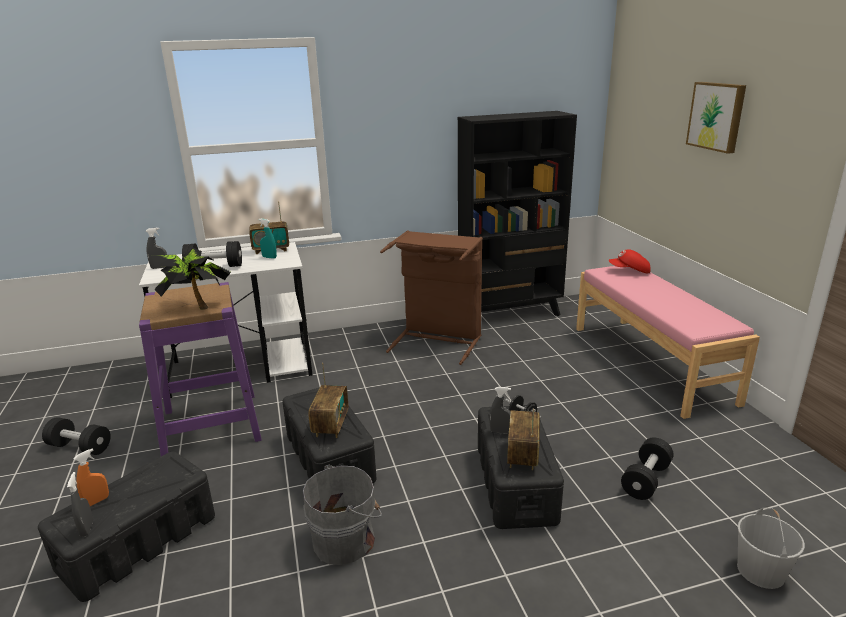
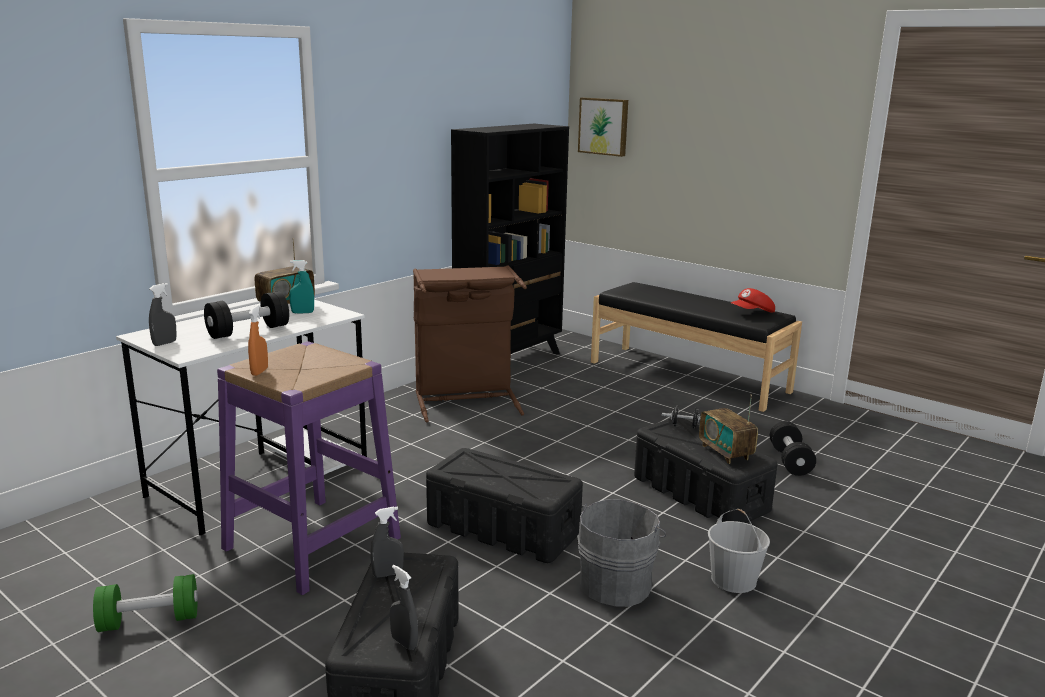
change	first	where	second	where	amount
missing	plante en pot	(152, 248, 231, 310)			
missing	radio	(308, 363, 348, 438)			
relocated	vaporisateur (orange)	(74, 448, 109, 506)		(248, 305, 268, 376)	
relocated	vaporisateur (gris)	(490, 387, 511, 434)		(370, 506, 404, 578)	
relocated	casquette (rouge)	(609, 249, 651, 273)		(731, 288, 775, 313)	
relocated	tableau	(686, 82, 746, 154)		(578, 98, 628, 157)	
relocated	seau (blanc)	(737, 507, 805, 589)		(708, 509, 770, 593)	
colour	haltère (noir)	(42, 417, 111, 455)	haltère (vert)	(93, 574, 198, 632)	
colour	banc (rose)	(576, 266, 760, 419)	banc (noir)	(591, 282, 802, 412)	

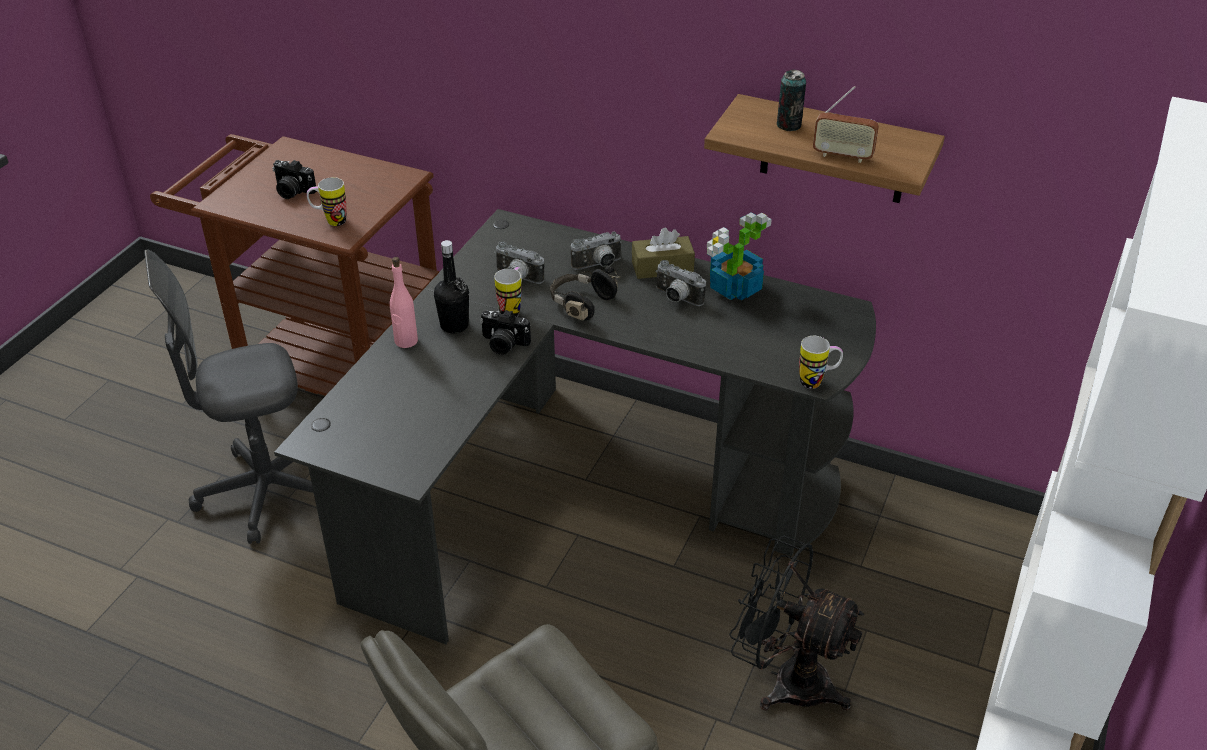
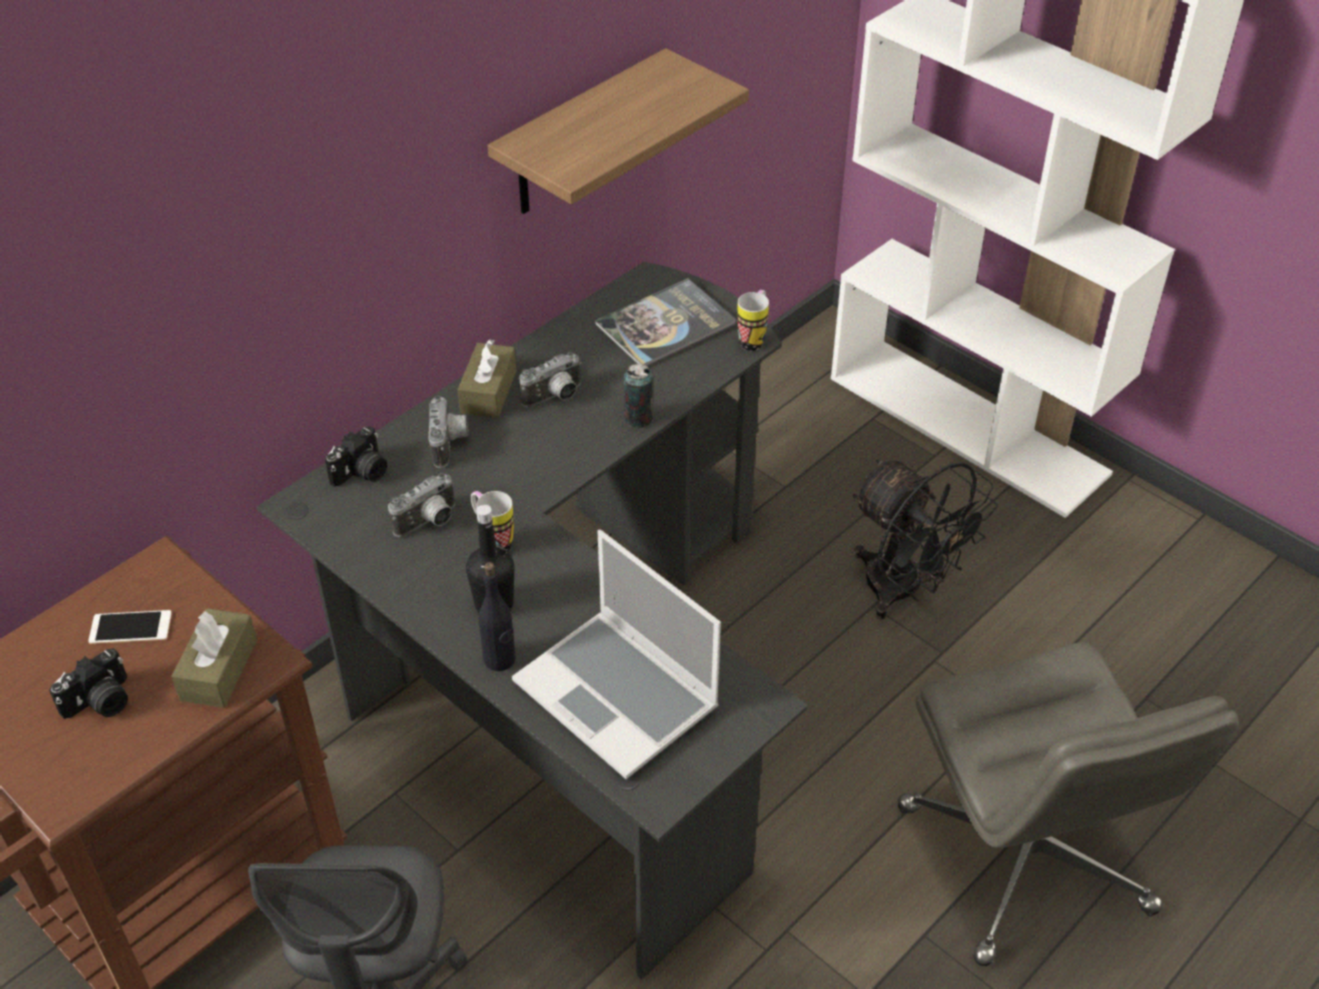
change	first	where	second	where	amount
missing	casque audio (noir)	(550, 266, 620, 321)			
missing	plante en pot	(707, 213, 772, 300)			
missing	radio	(813, 86, 879, 163)			
appeared			téléphone	(88, 610, 172, 644)	
appeared			ordinateur portable	(512, 529, 721, 779)	
appeared			livre	(595, 278, 736, 367)	
relocated	appareil photo	(480, 310, 531, 355)		(325, 426, 387, 487)	
relocated	boîte métallique	(777, 70, 806, 131)		(624, 364, 653, 428)	
exchanged	mug	(307, 177, 346, 226)	boîte à mouchoirs (marron)	(171, 608, 257, 708)	
colour	bouteille (rose)	(390, 257, 418, 348)	bouteille (noir)	(479, 562, 516, 671)	
spun	ventilateur (noir)	(729, 536, 864, 711)		(853, 460, 998, 620)	90 degrees counterclockwise

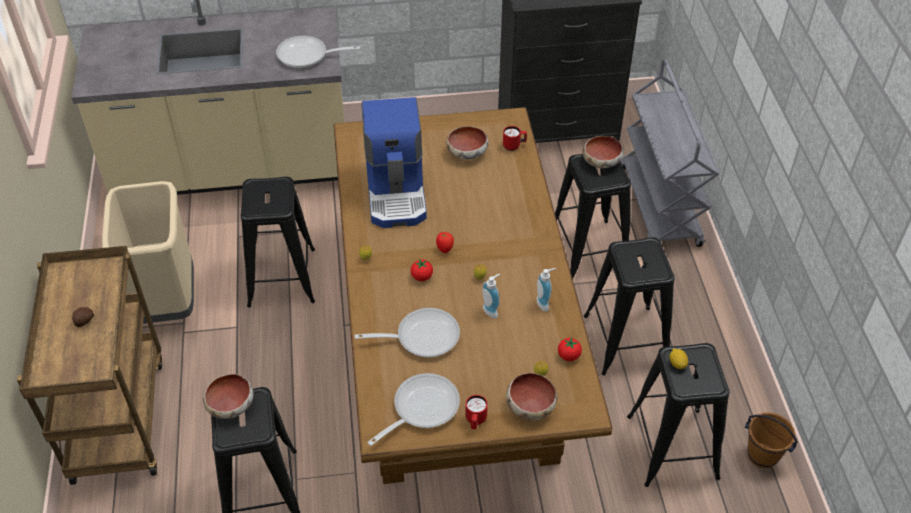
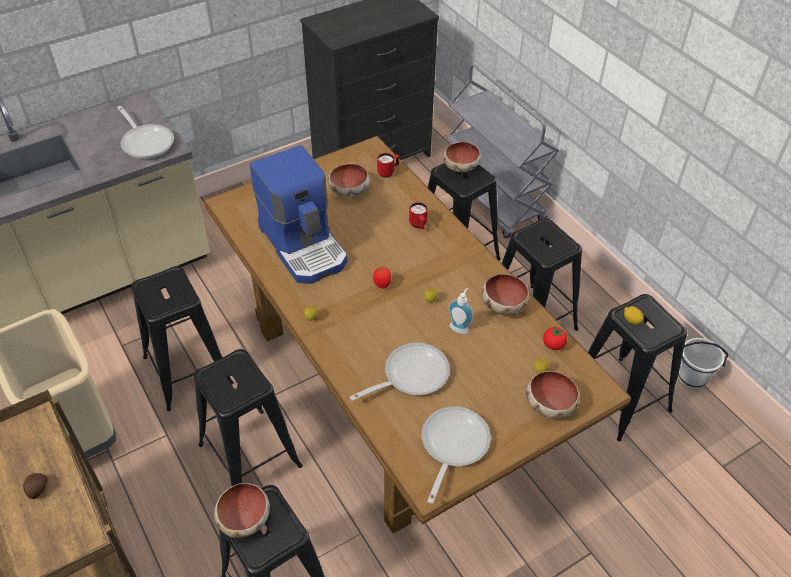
change	first	where	second	where	amount
missing	tomate	(411, 259, 433, 281)			
appeared			tabouret (noir)	(194, 349, 302, 486)	
relocated	mug (rouge)	(466, 395, 488, 429)		(409, 202, 428, 229)	
exchanged	distributeur de savon	(537, 268, 556, 312)	bol	(482, 274, 529, 315)	
colour	seau (marron)	(745, 412, 798, 468)	seau (blanc)	(678, 338, 728, 389)	
spun	poêle	(276, 36, 360, 69)		(117, 106, 174, 159)	105 degrees counterclockwise

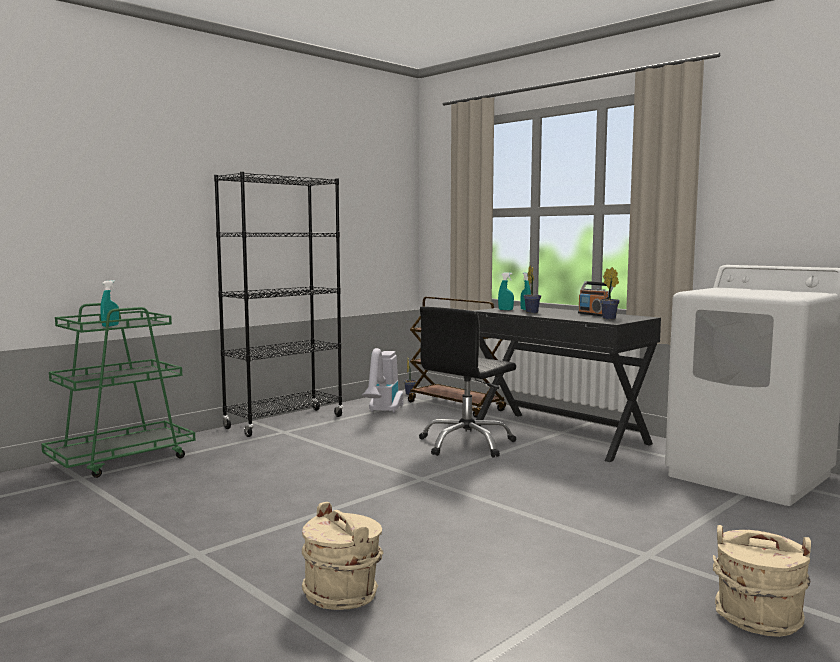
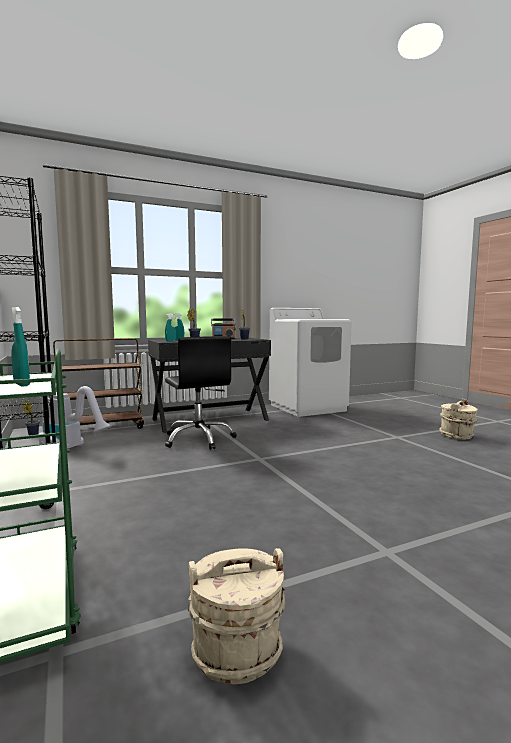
change	first	where	second	where	amount
relocated	seau (beige)	(302, 502, 383, 610)		(187, 548, 286, 684)	

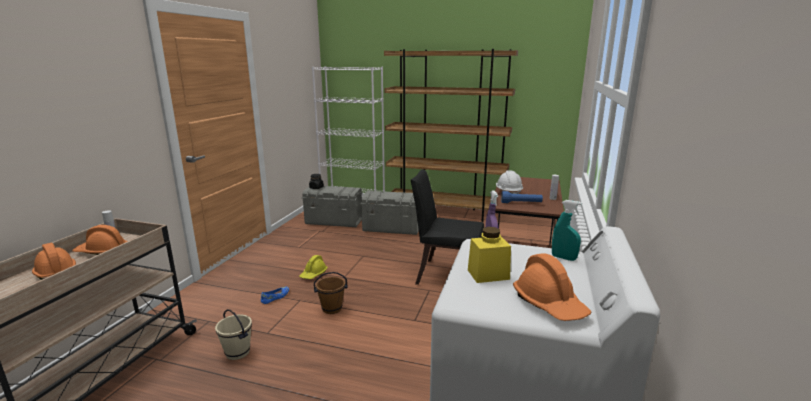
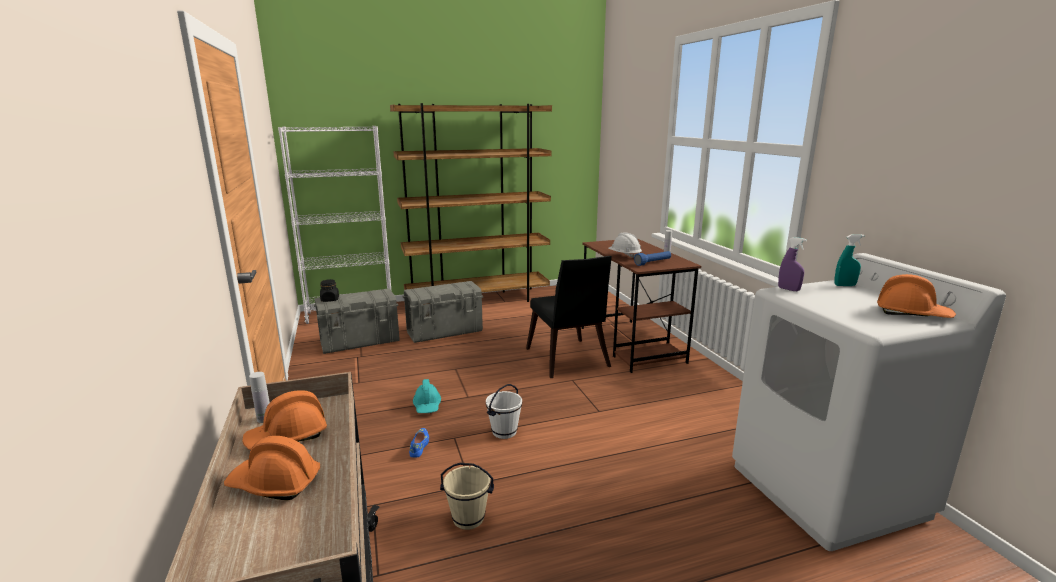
change	first	where	second	where	amount
missing	bocal (jaune)	(468, 227, 511, 283)			
colour	casque de chantier (jaune)	(299, 255, 328, 279)	casque de chantier (turquoise)	(413, 379, 441, 413)	
colour	seau (marron)	(314, 272, 347, 314)	seau (blanc)	(486, 384, 522, 439)	
spun	chaise (noir)	(411, 169, 484, 285)		(526, 256, 612, 378)	90 degrees counterclockwise

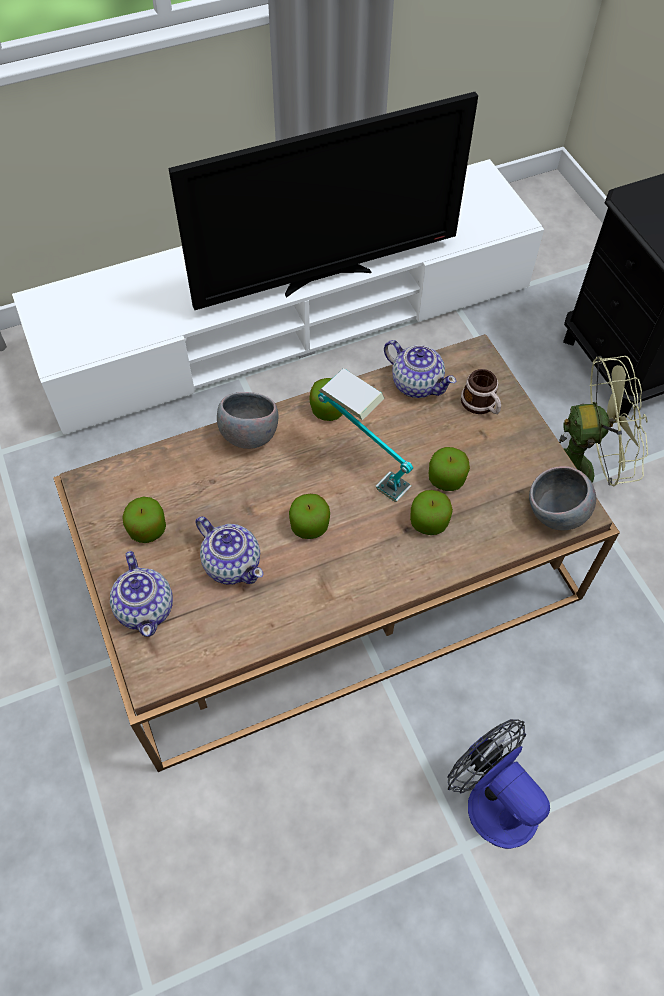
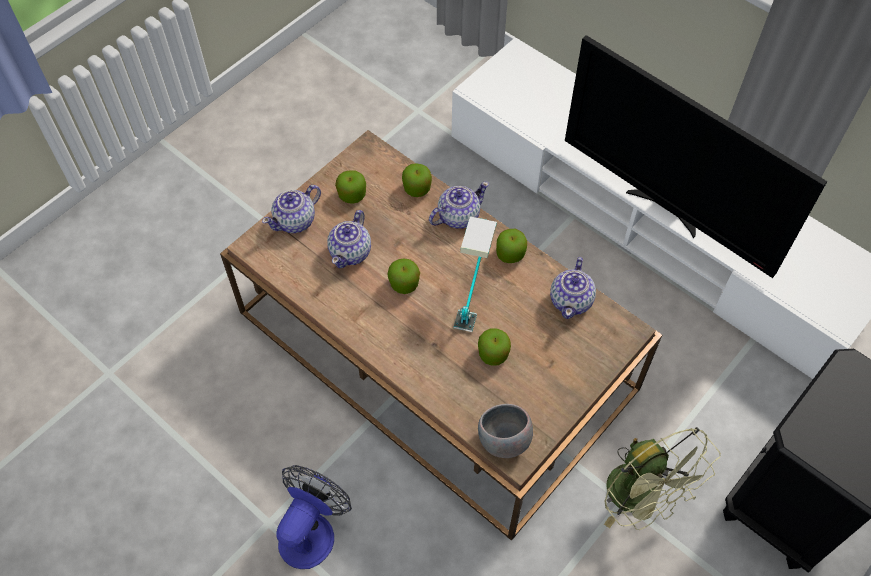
change	first	where	second	where	amount
missing	mug	(461, 369, 501, 414)			
relocated	pomme	(410, 490, 453, 535)		(402, 163, 432, 197)	
exchanged	bol (gris)	(217, 392, 279, 449)	théière	(429, 182, 489, 229)	

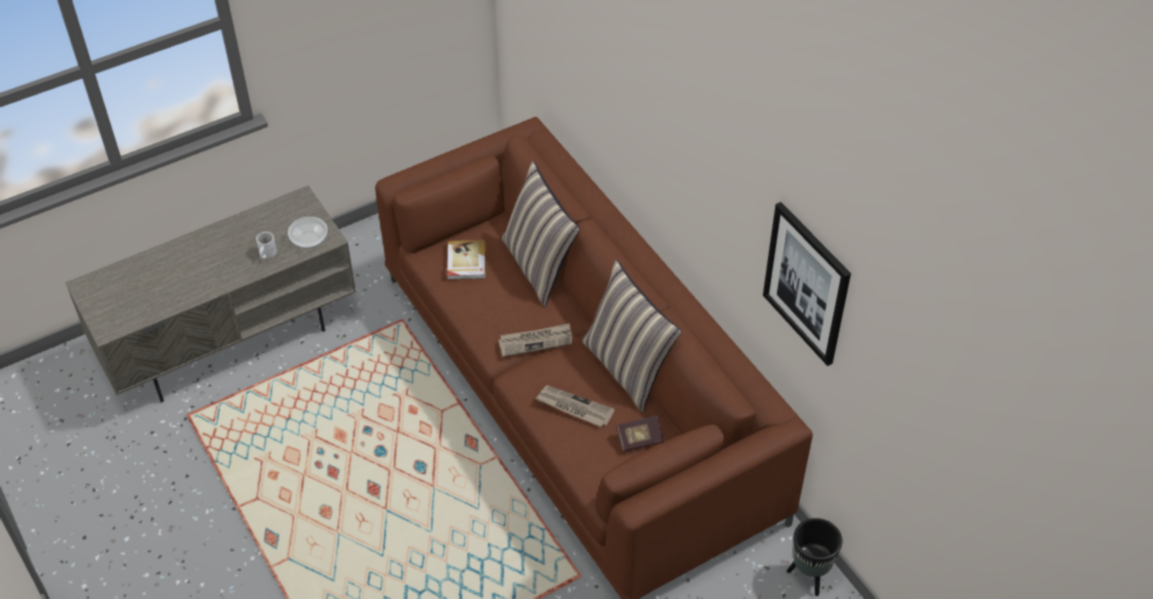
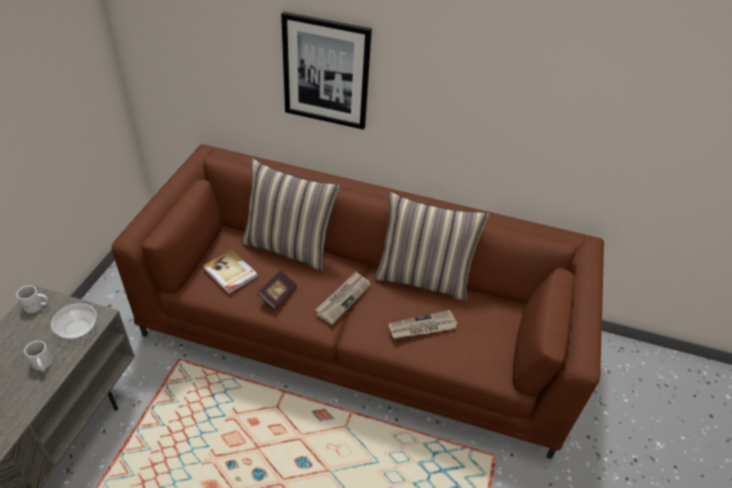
change	first	where	second	where	amount
missing	cache-pot (noir)	(787, 518, 842, 596)			
appeared			mug (blanc)	(17, 286, 49, 313)	
relocated	livre	(616, 416, 664, 452)		(257, 270, 297, 309)	
relocated	tableau	(763, 202, 851, 366)		(281, 12, 372, 130)	

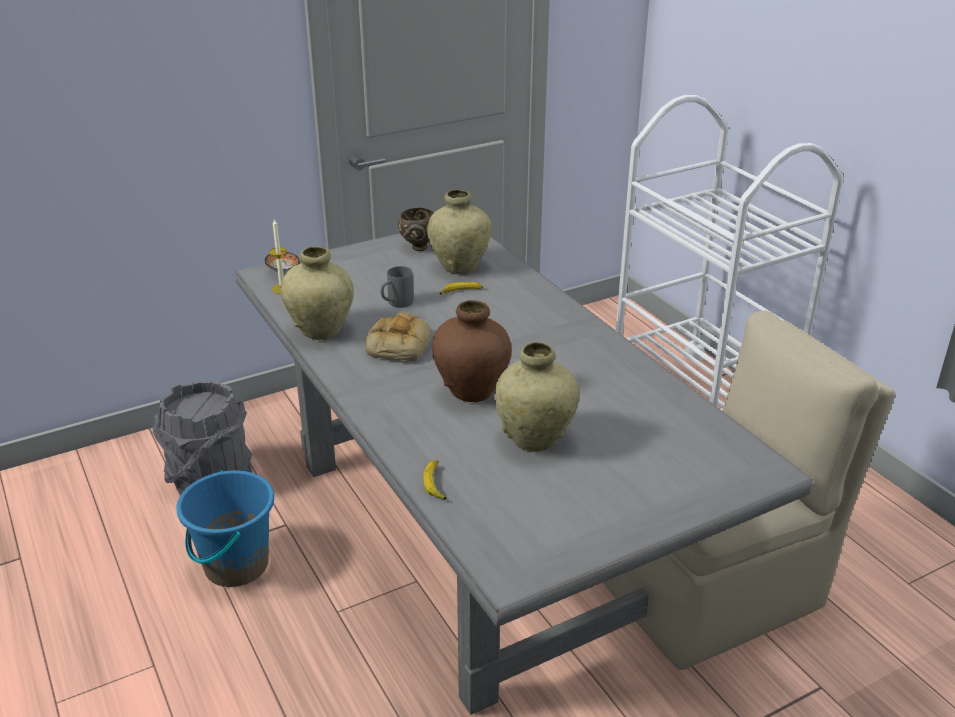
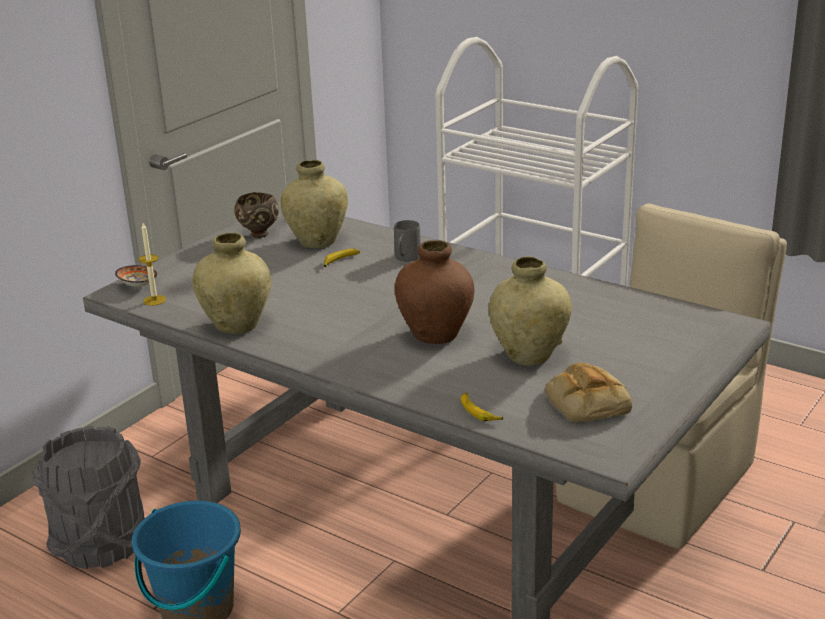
change	first	where	second	where	amount
relocated	pain	(365, 313, 431, 361)		(545, 363, 632, 422)	
relocated	mug (gris)	(381, 266, 414, 308)		(394, 220, 421, 262)	

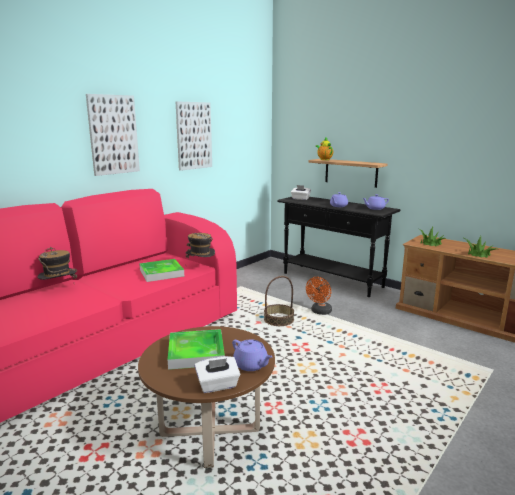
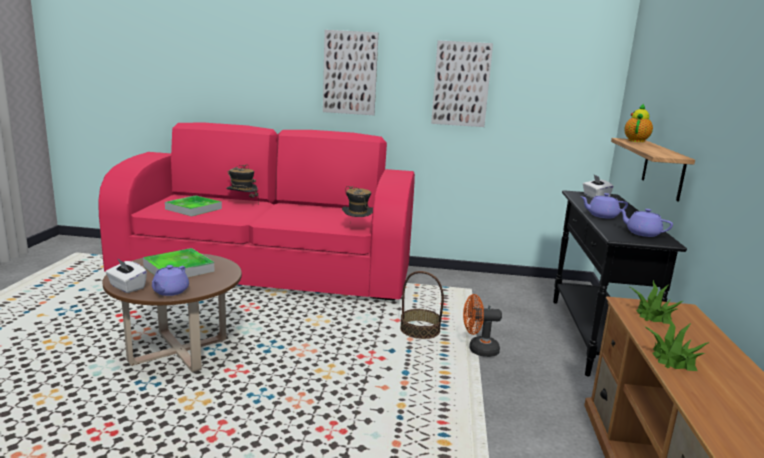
change	first	where	second	where	amount
relocated	plateau	(139, 259, 184, 282)		(165, 195, 222, 216)	

